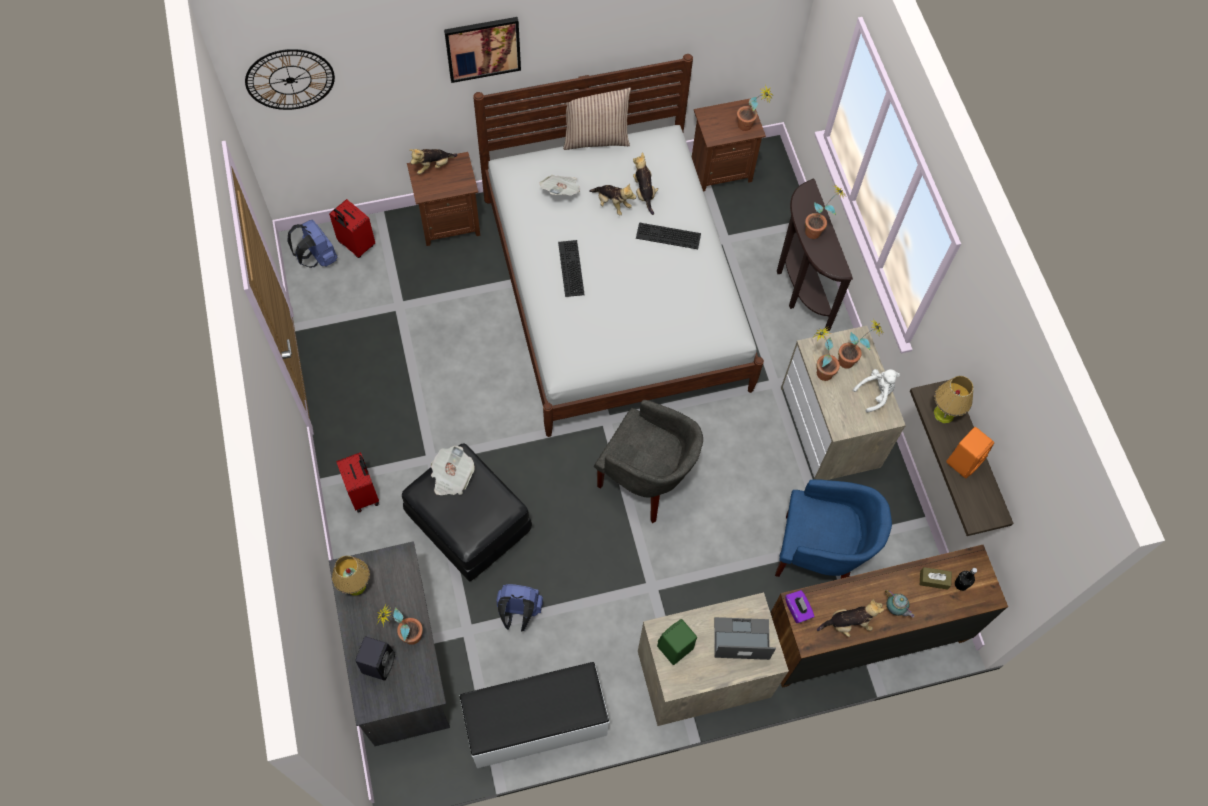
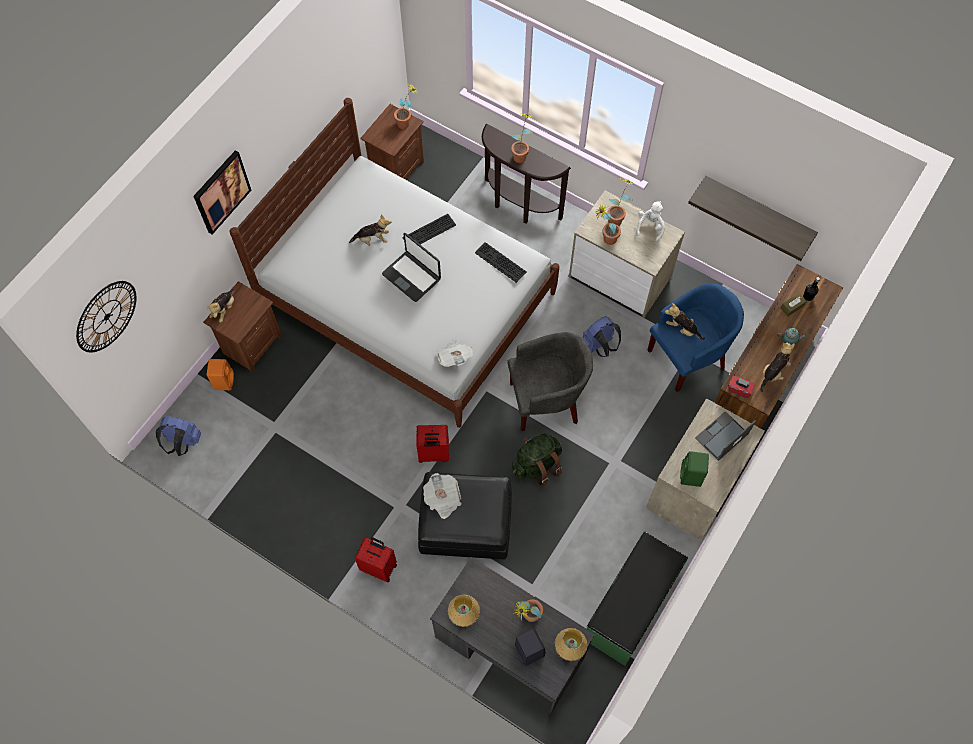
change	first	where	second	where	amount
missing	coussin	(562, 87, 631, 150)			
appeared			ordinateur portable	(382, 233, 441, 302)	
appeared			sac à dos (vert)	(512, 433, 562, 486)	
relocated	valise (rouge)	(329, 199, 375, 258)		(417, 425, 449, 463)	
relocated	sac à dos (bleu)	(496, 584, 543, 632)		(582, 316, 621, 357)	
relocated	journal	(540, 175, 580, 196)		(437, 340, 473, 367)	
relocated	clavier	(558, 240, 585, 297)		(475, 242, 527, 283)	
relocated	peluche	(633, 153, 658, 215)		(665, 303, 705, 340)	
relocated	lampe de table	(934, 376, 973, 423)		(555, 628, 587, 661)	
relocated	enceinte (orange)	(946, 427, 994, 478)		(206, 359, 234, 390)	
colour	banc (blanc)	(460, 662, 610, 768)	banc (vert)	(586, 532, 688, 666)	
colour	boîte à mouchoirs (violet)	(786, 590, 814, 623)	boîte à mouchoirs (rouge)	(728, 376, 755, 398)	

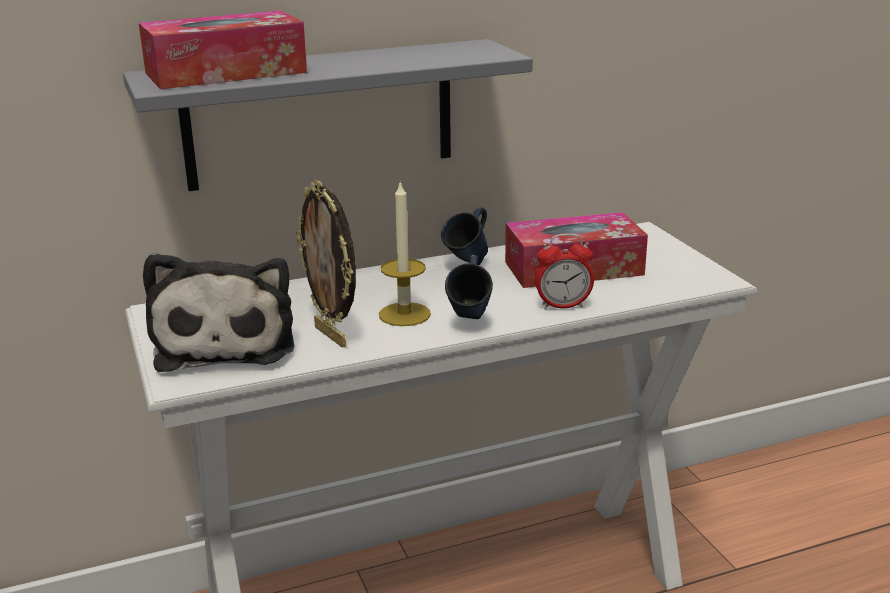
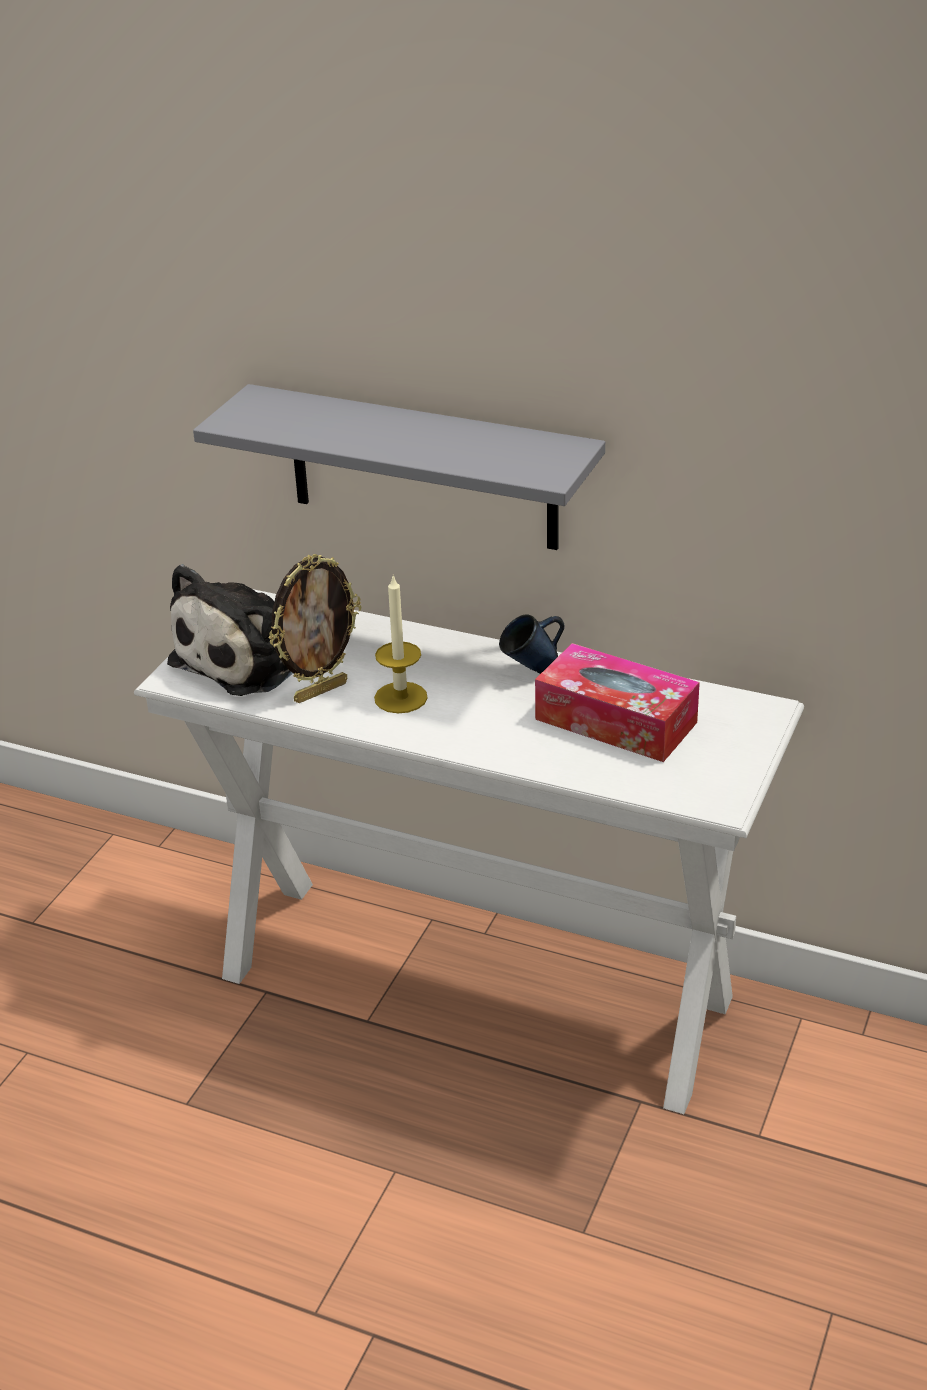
change	first	where	second	where	amount
missing	boîte à mouchoirs	(139, 10, 307, 89)			
missing	mug (bleu)	(445, 255, 493, 319)			
missing	réveil	(535, 233, 594, 309)			
spun	cadre photo	(296, 180, 356, 348)		(268, 554, 361, 703)	135 degrees counterclockwise

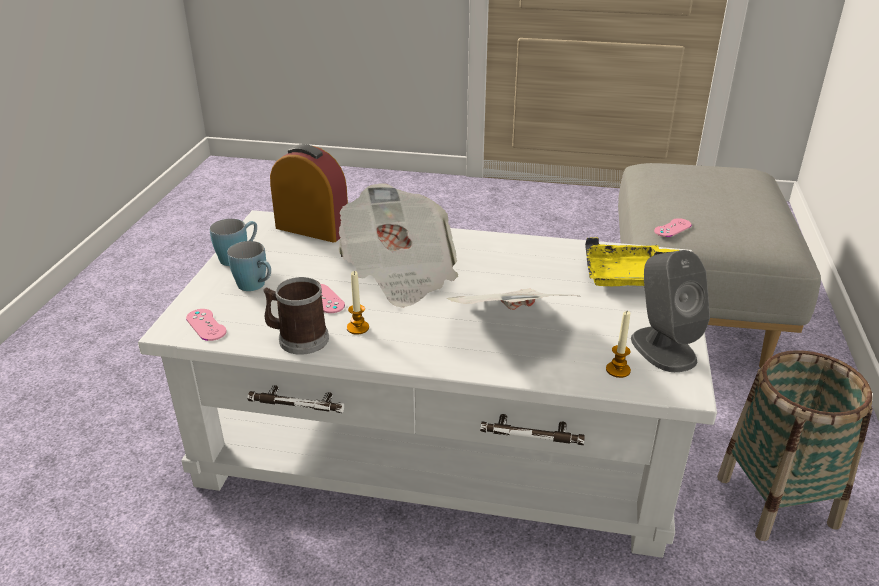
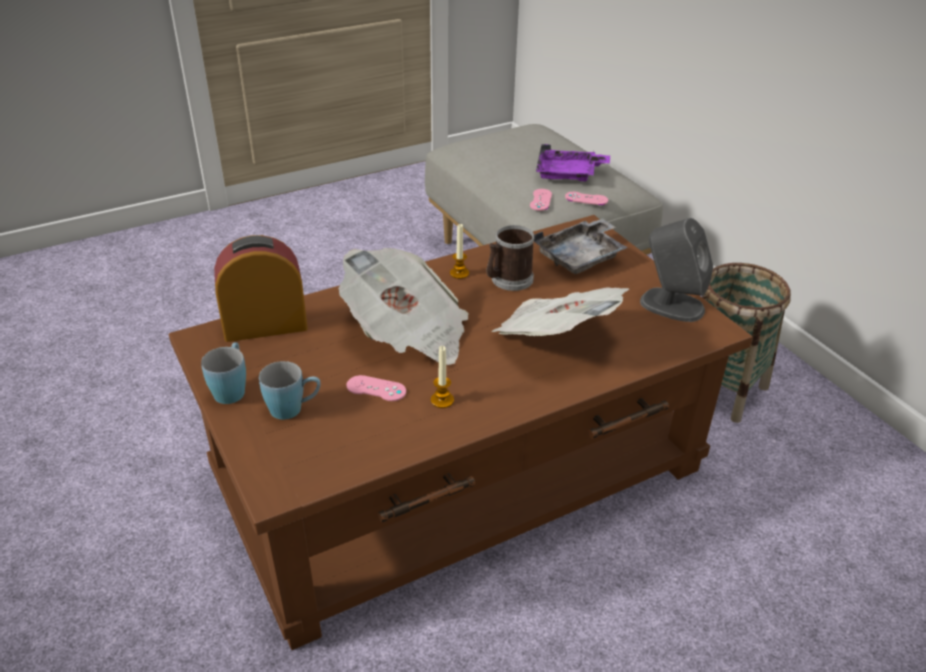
change	first	where	second	where	amount
appeared			plateau (violet)	(536, 144, 610, 182)	
relocated	manette (rose)	(186, 309, 227, 341)		(565, 192, 608, 205)	
relocated	mug	(263, 277, 329, 355)		(487, 225, 535, 291)	
relocated	bougie	(606, 311, 631, 378)		(450, 224, 469, 279)	
colour	table basse (blanc)	(138, 210, 717, 558)	table basse (marron)	(169, 215, 753, 650)	
colour	plateau (jaune)	(585, 238, 679, 286)	plateau (gris)	(534, 218, 628, 274)	

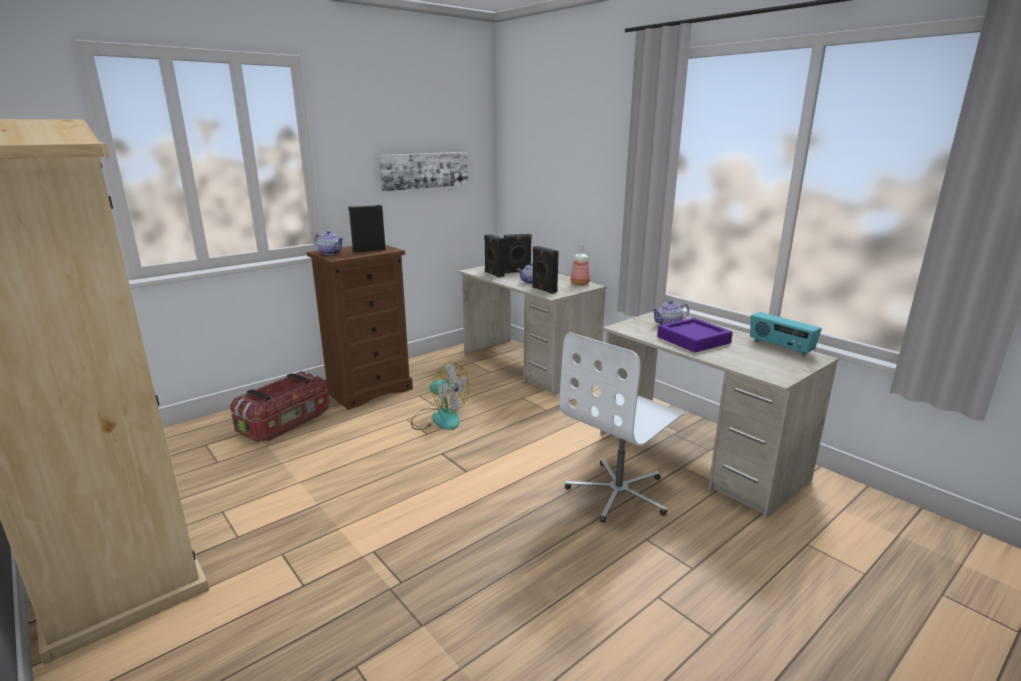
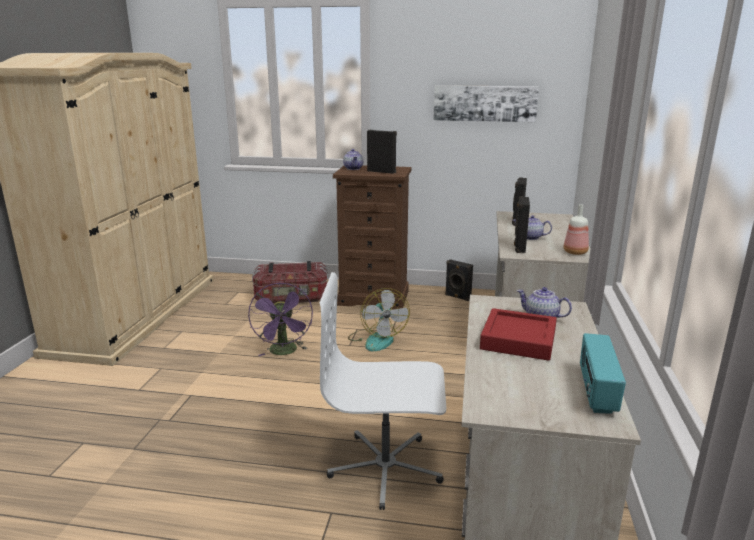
change	first	where	second	where	amount
appeared			ventilateur (violet)	(248, 283, 313, 356)	
relocated	enceinte (noir)	(504, 234, 532, 273)		(445, 259, 473, 301)	
colour	plateau (violet)	(657, 318, 733, 352)	plateau (rouge)	(480, 308, 557, 361)	

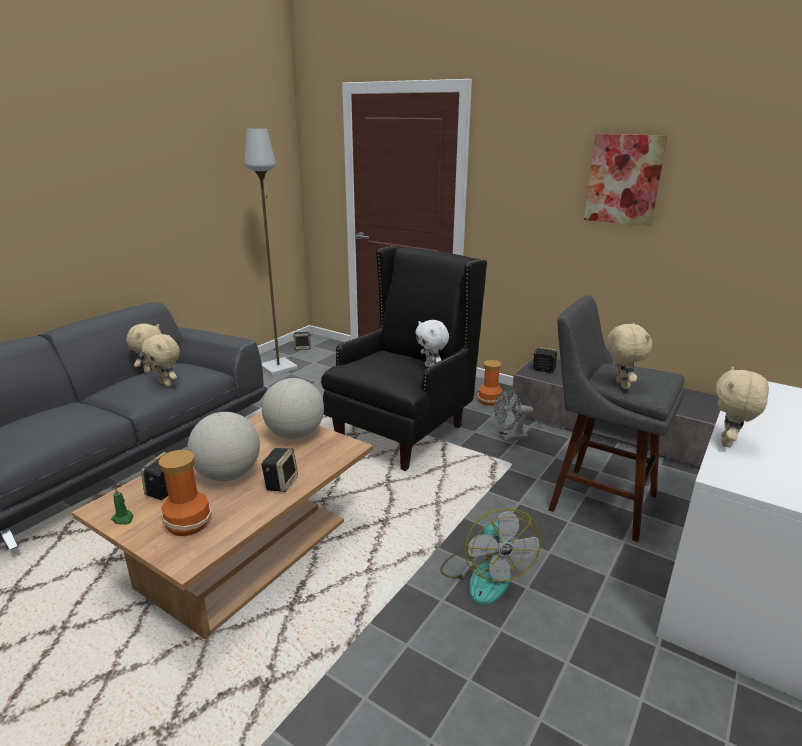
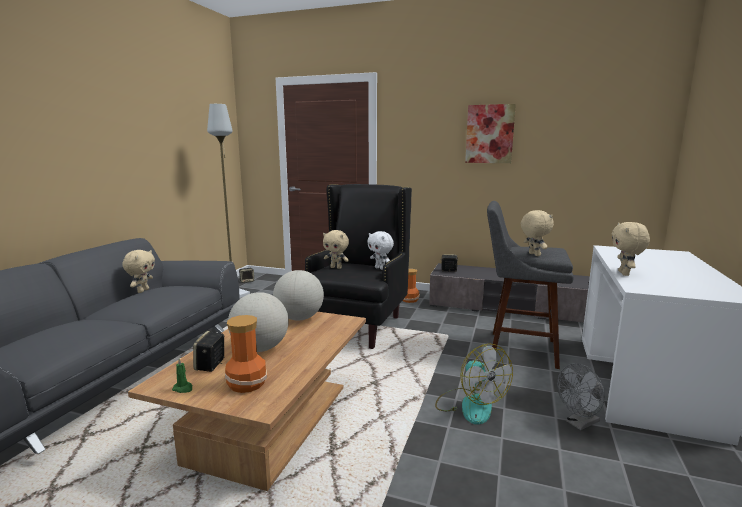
change	first	where	second	where	amount
missing	enceinte	(261, 448, 298, 492)			
relocated	peluche (beige)	(141, 334, 180, 387)		(323, 230, 349, 269)	
relocated	ventilateur (gris)	(494, 387, 534, 441)		(557, 363, 605, 430)	

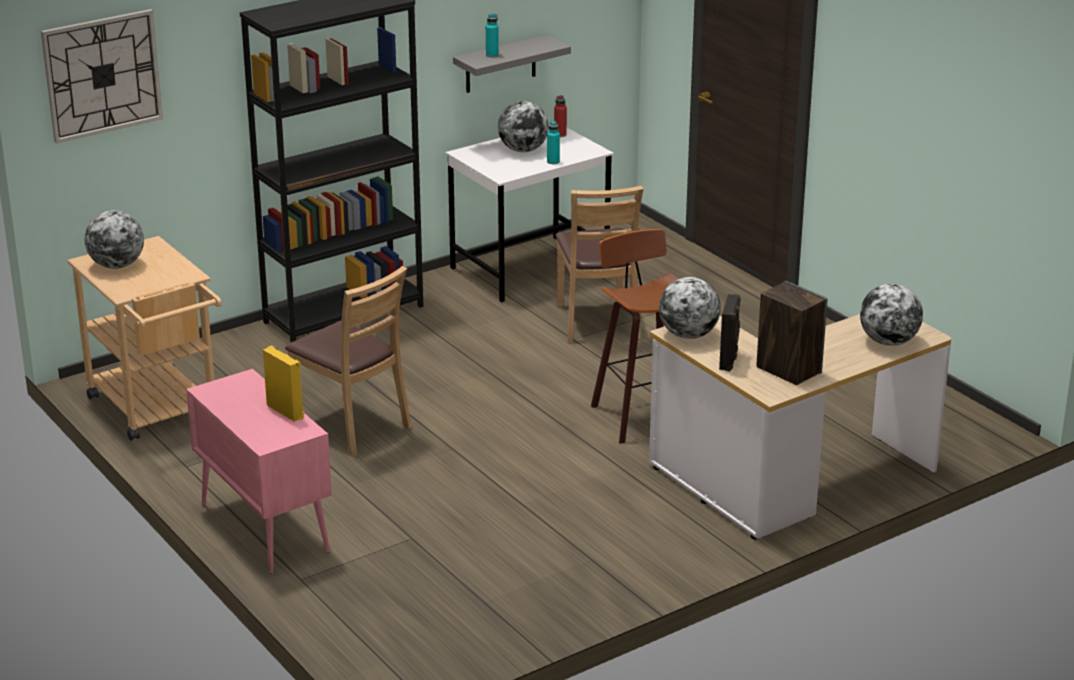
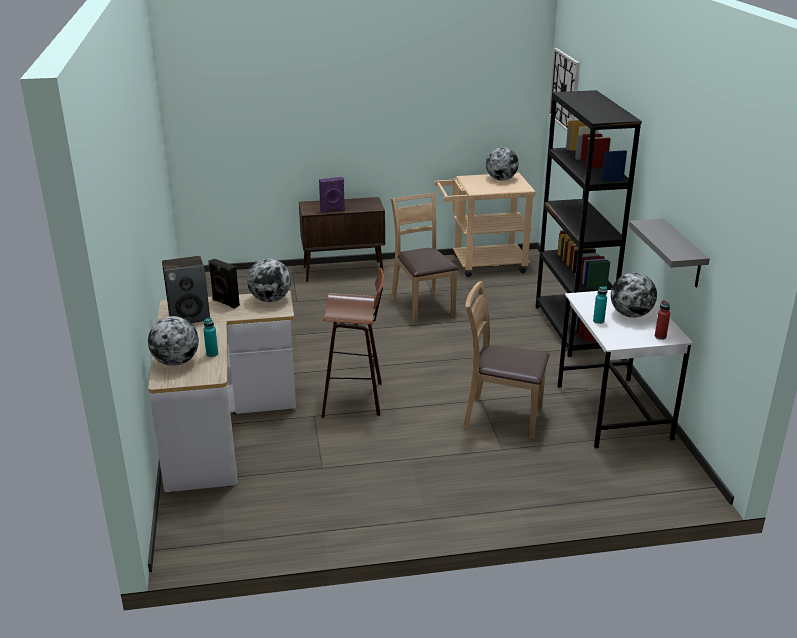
change	first	where	second	where	amount
relocated	bouteille (turquoise)	(486, 14, 499, 57)		(203, 318, 218, 357)	
colour	meuble de rangement (rose)	(186, 369, 332, 574)	meuble de rangement (marron)	(299, 197, 385, 282)	
colour	enceinte (jaune)	(263, 346, 304, 422)	enceinte (violet)	(319, 177, 345, 213)	
spun	chaise (marron)	(285, 266, 412, 457)		(391, 193, 459, 324)	90 degrees clockwise

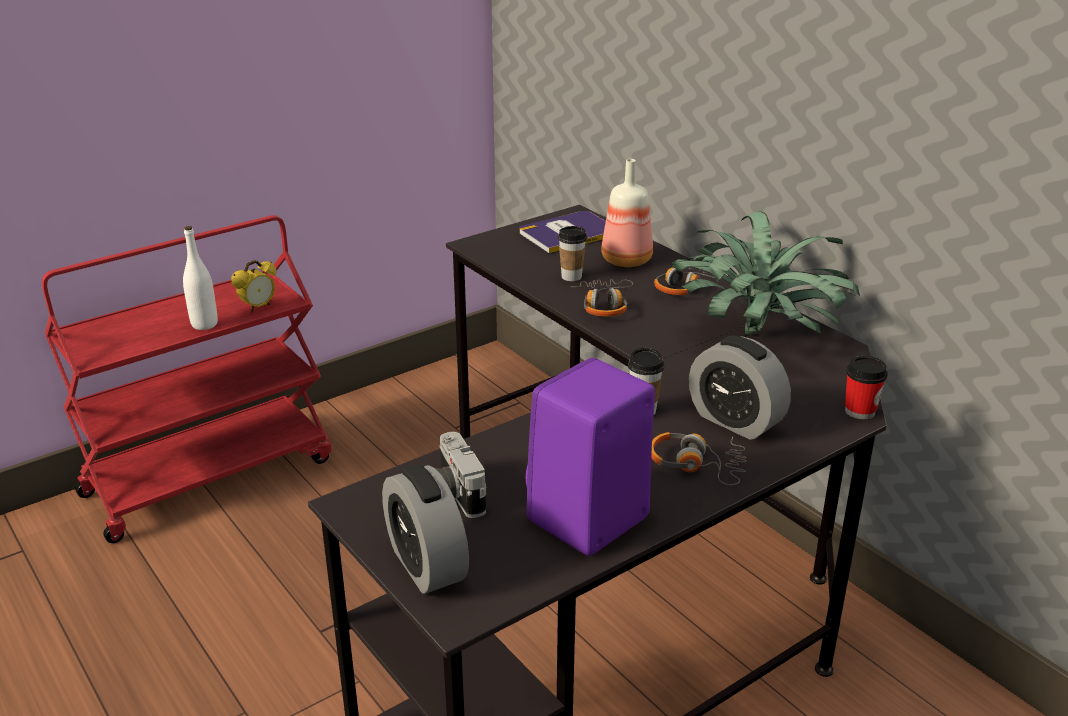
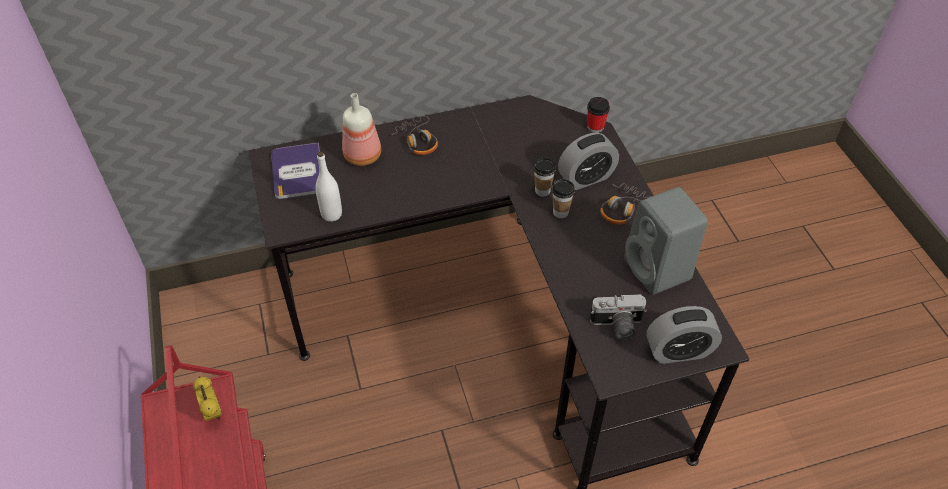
change	first	where	second	where	amount
missing	casque audio	(571, 279, 633, 316)			
missing	plante en pot	(671, 211, 860, 337)			
relocated	bouteille (blanc)	(183, 226, 218, 330)		(315, 152, 342, 222)	
relocated	tasse	(558, 226, 587, 281)		(534, 158, 556, 197)	
colour	enceinte (violet)	(526, 358, 655, 556)	enceinte (gris)	(624, 187, 708, 295)	

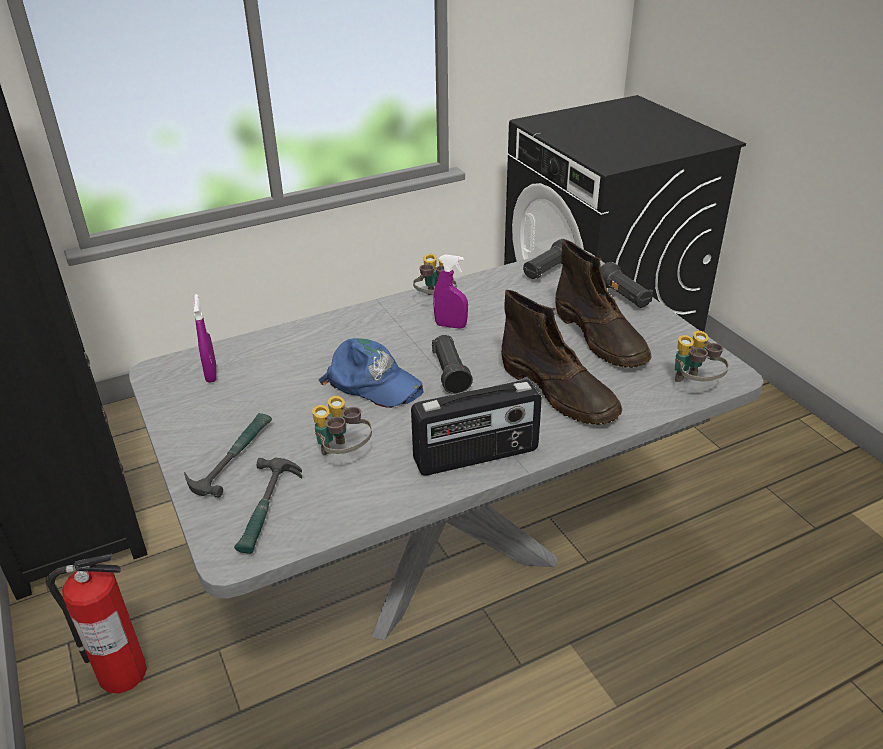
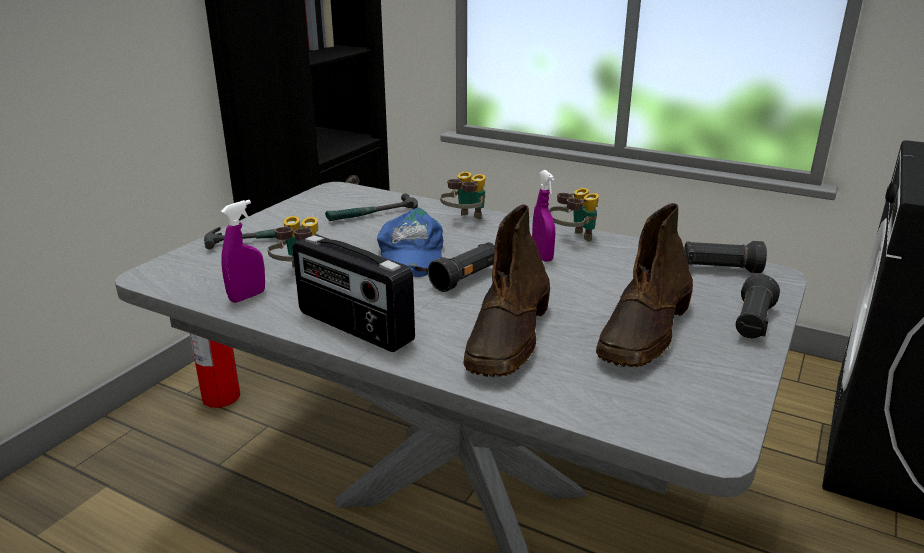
change	first	where	second	where	amount
relocated	vaporisateur (violet)	(193, 294, 217, 383)		(221, 200, 265, 303)	
relocated	marteau	(234, 458, 302, 554)		(325, 193, 418, 221)	
relocated	jumelles	(675, 331, 729, 382)		(440, 172, 485, 220)	

